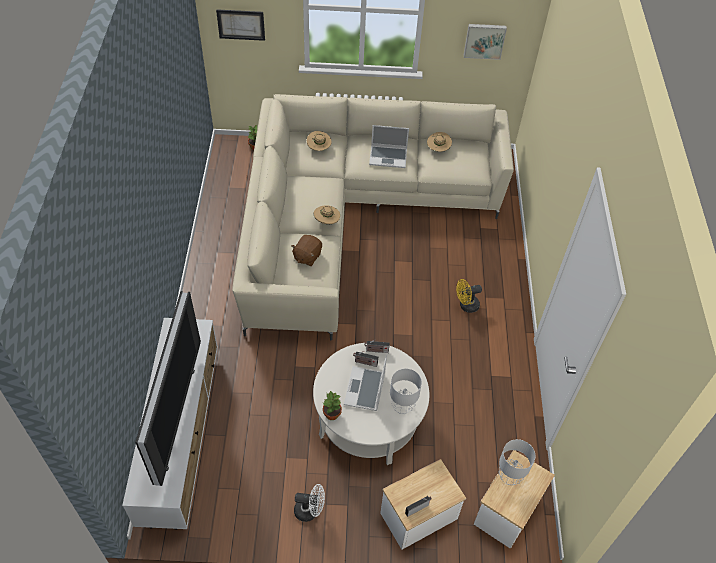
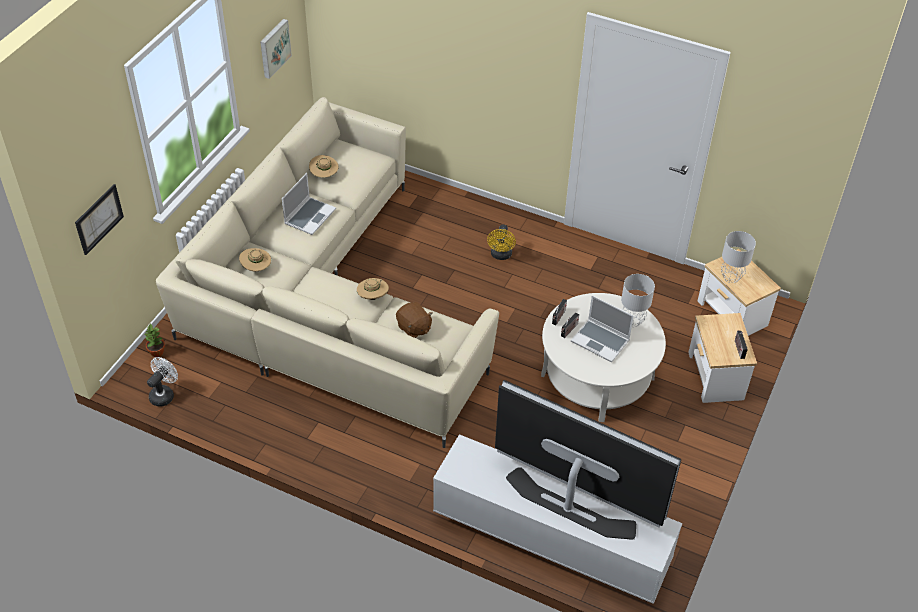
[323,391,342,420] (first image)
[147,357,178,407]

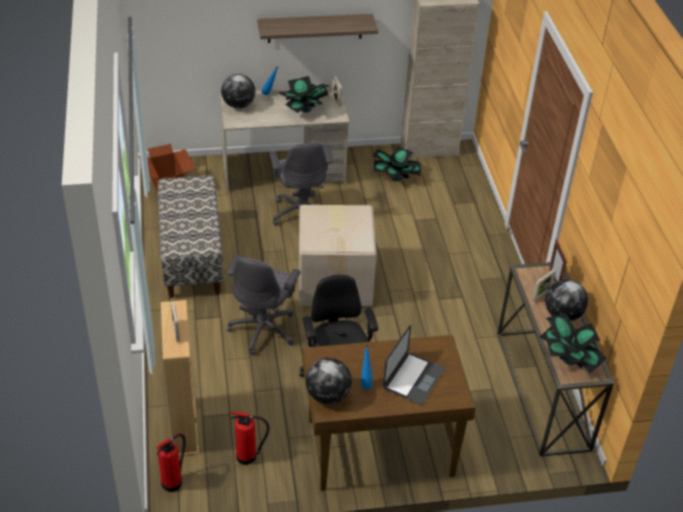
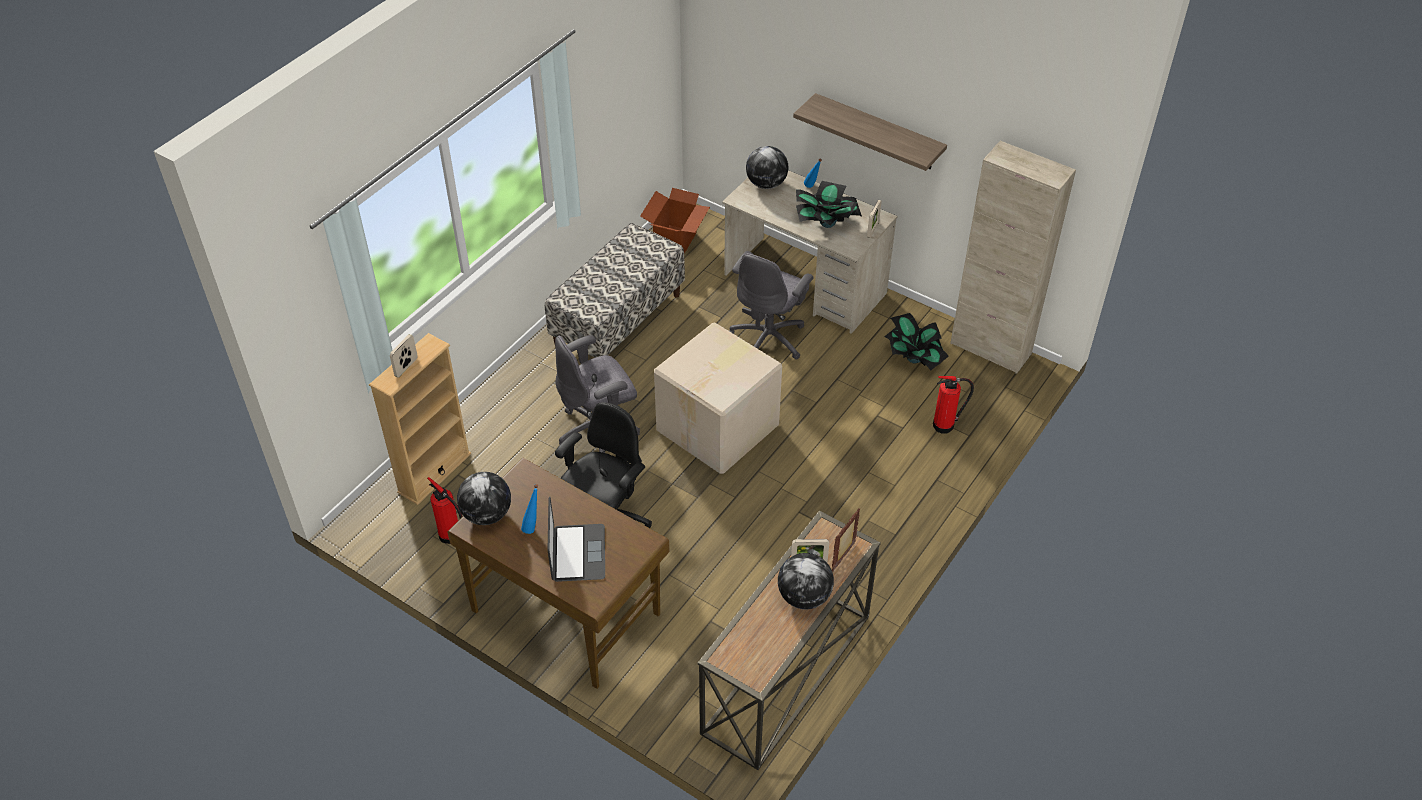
[540,313,607,373] (first image)
[933,376,974,434]
[548,497,605,582]

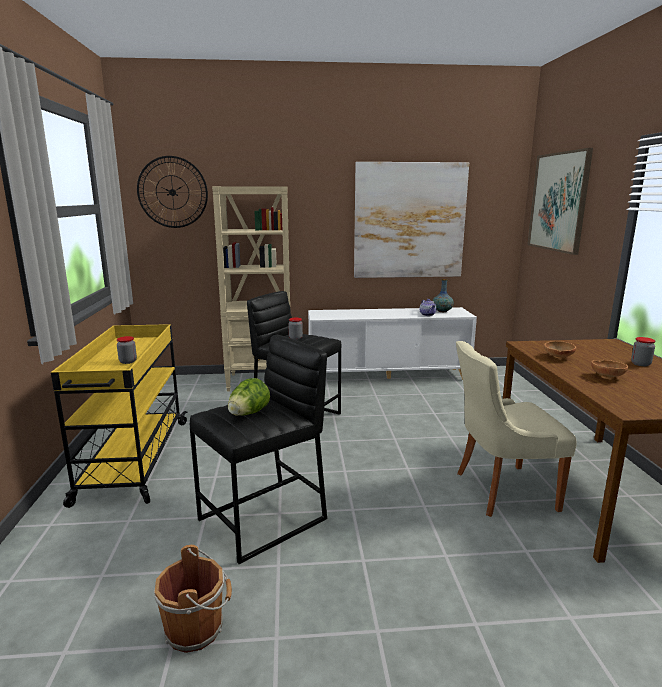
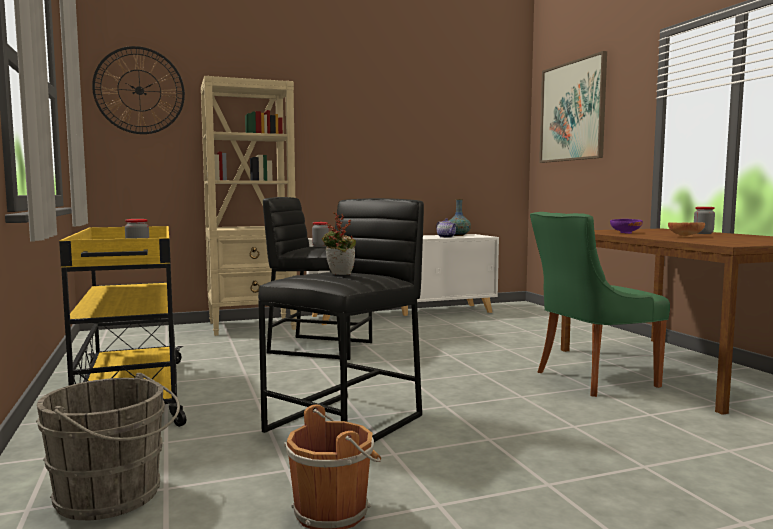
[354,162,469,278] (first image)
[36,373,180,520]
[322,212,356,275]
[530,212,670,397]
[610,219,643,234]

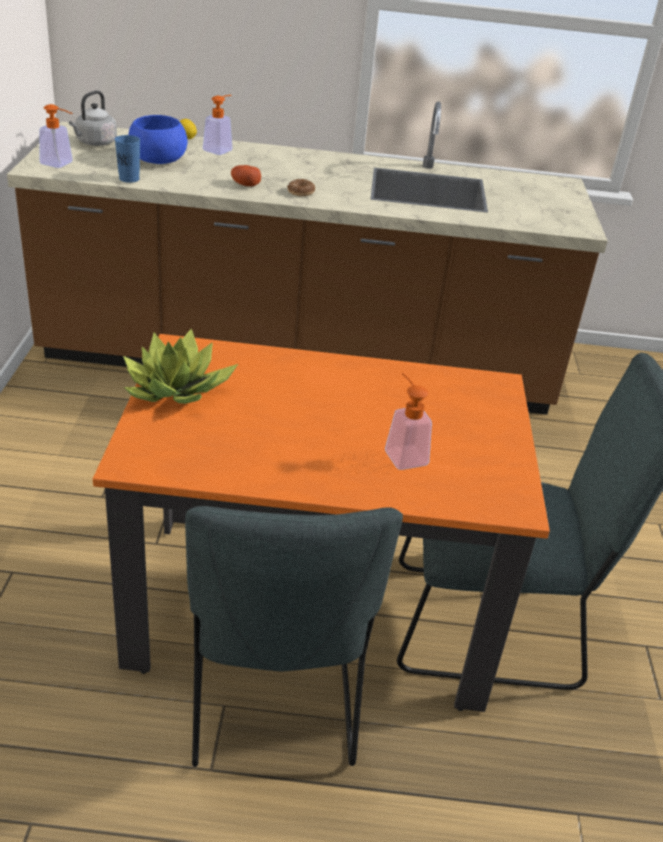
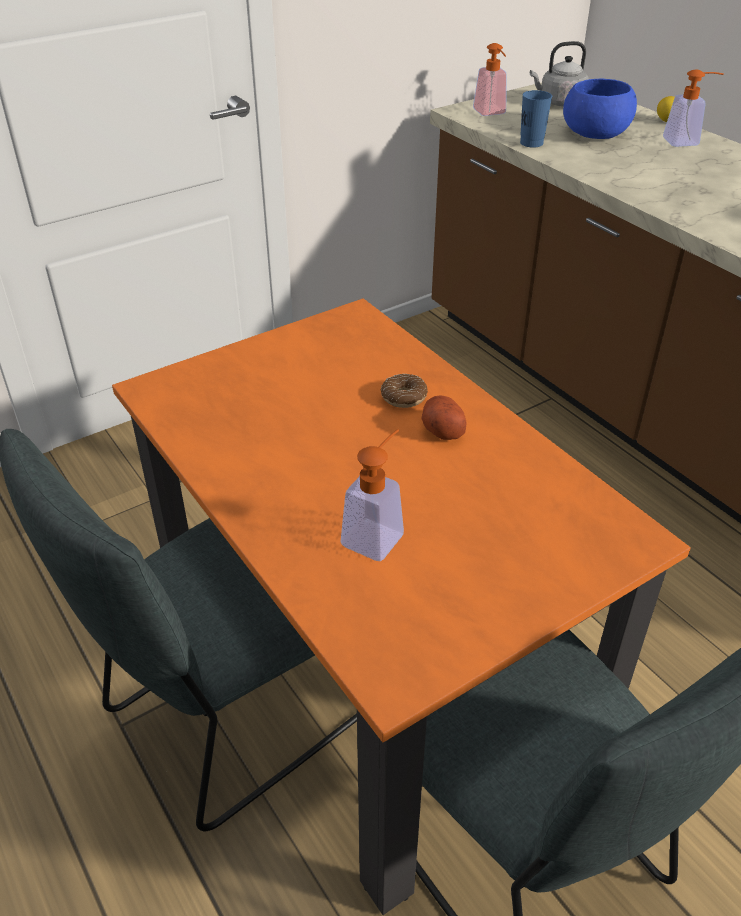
[123,328,238,404] (first image)
[422,396,467,440]
[381,374,428,408]

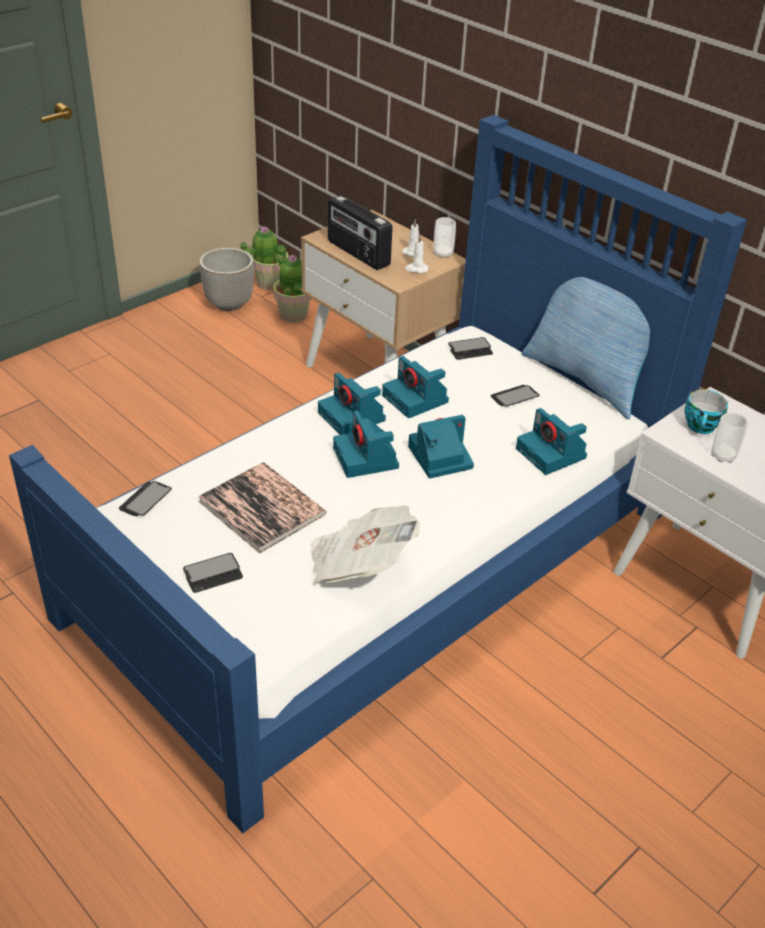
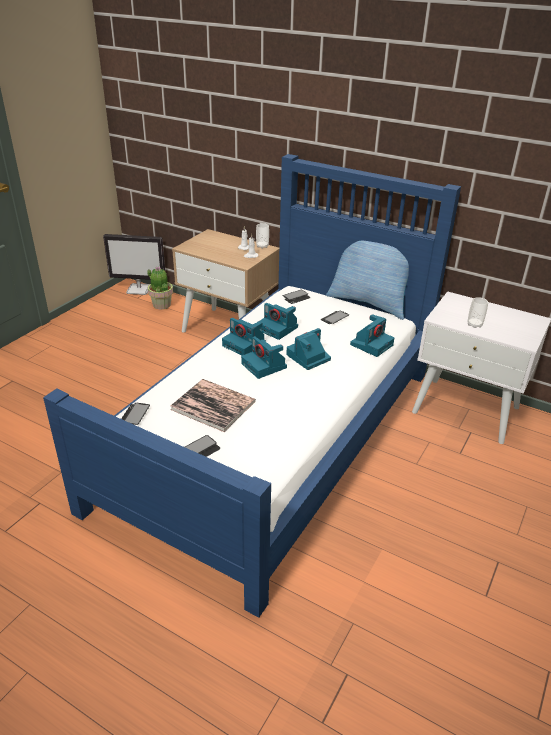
[199,248,254,311] (first image)
[310,505,420,583] (first image)
[328,196,392,270] (first image)
[684,389,728,434] (first image)
[103,234,165,295]
[350,314,394,357]

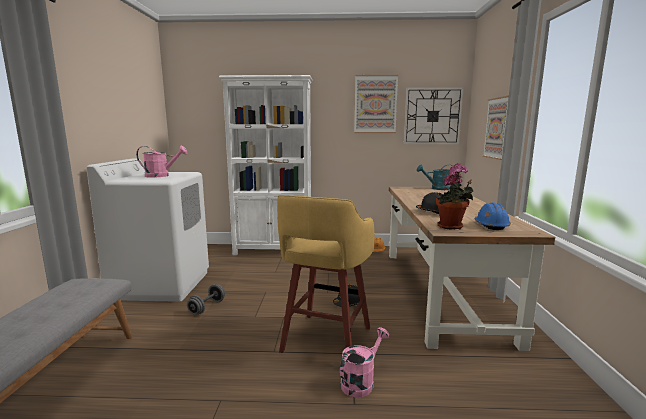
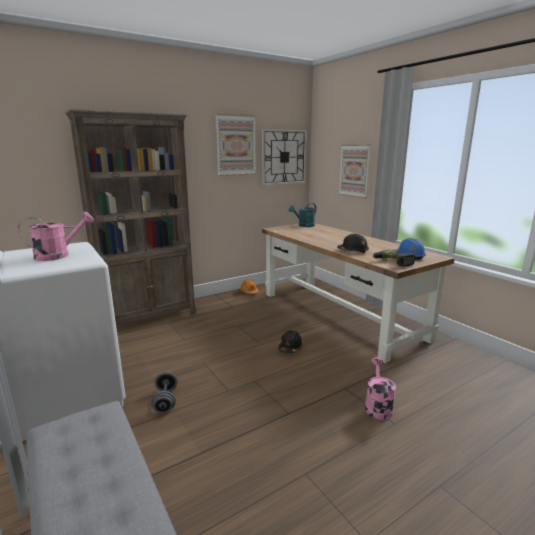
[277,195,375,353] (first image)
[373,250,415,267]
[65,109,196,325]

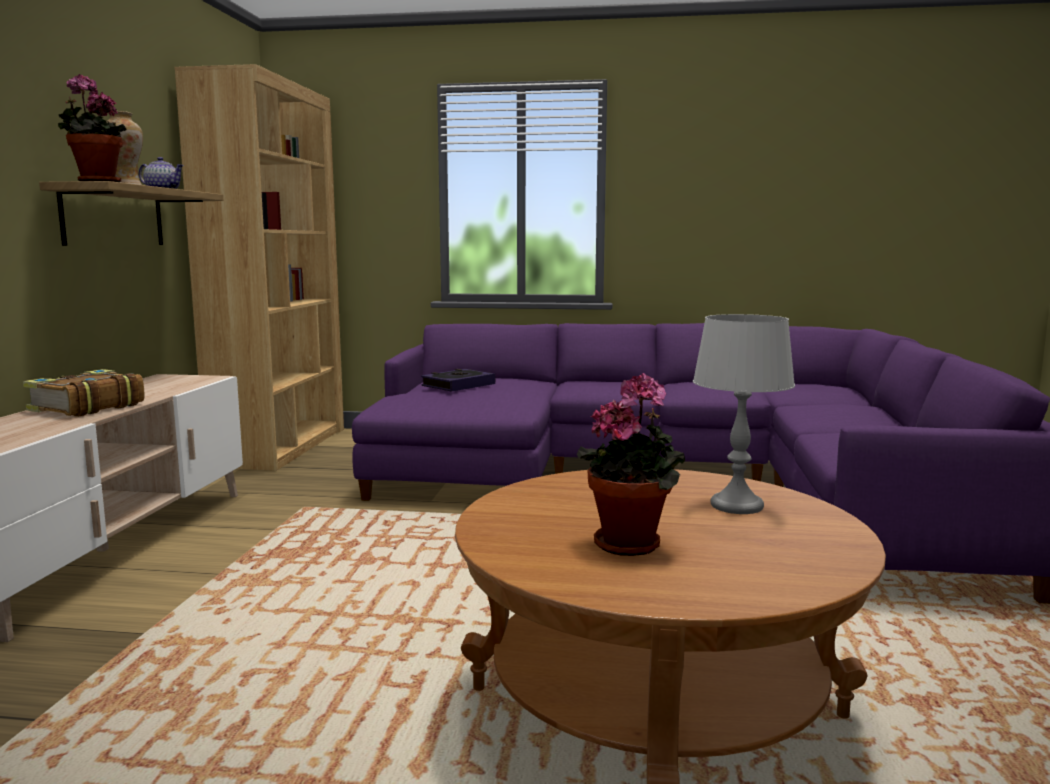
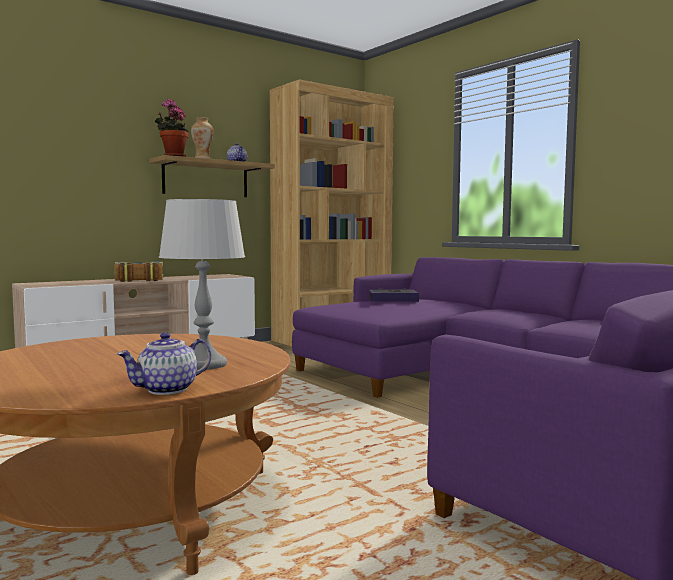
[577,373,685,556] (first image)
[117,332,211,395]

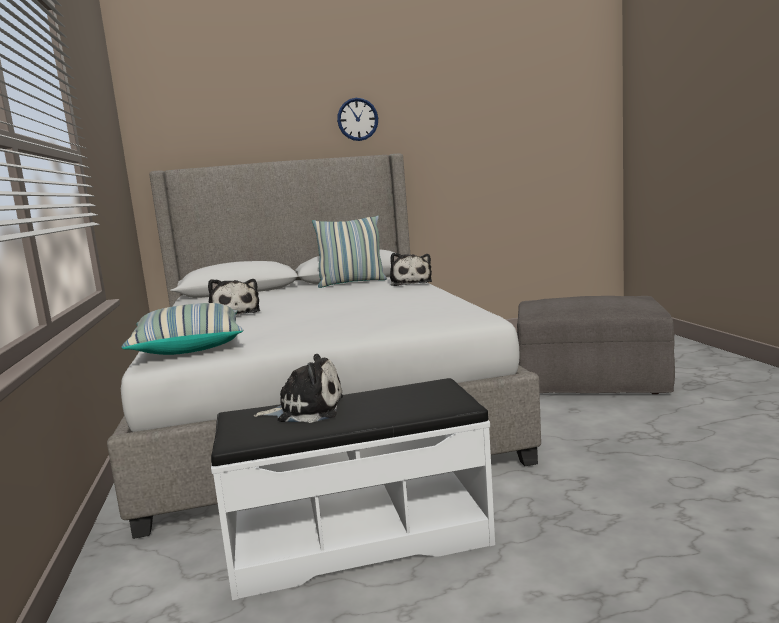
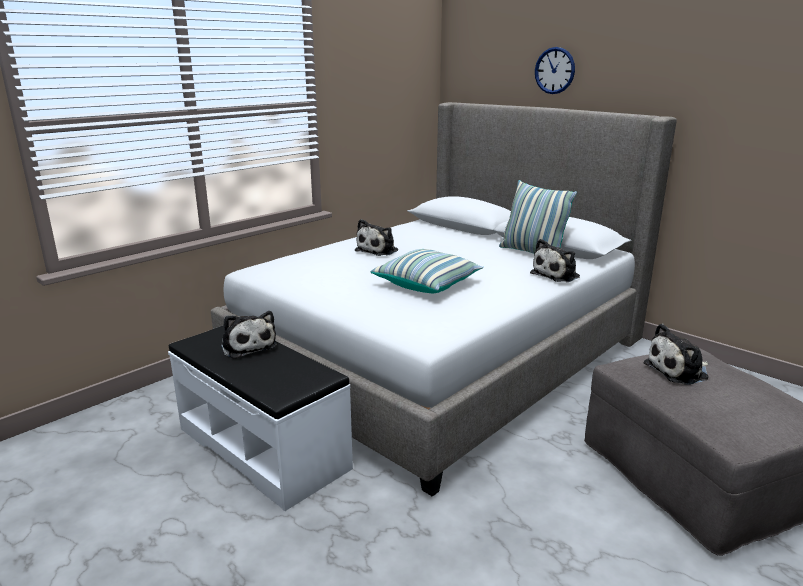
[643,324,709,385]
[371,249,484,293]
[535,47,575,94]

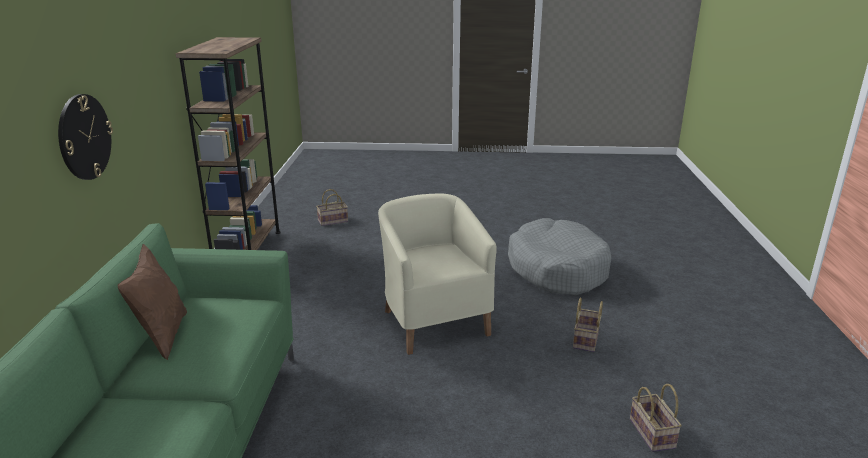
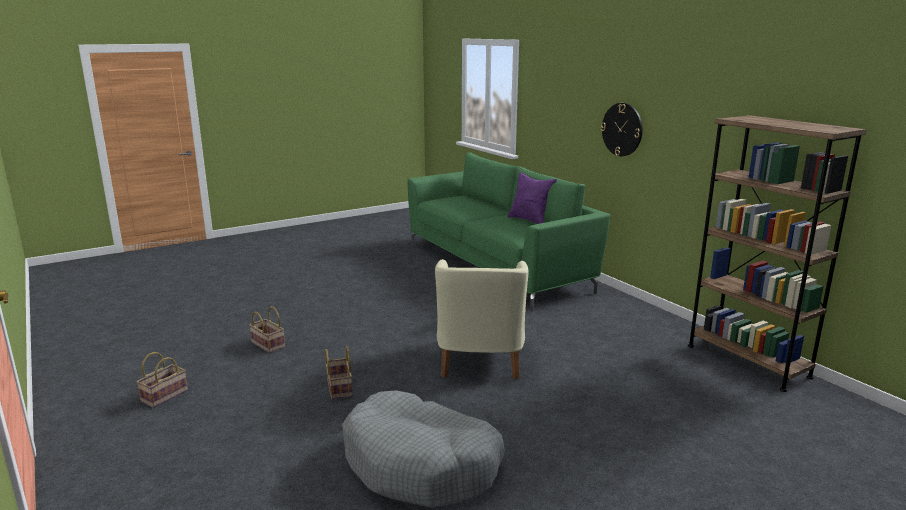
[136,352,188,408]
[507,172,557,224]
[435,259,529,380]

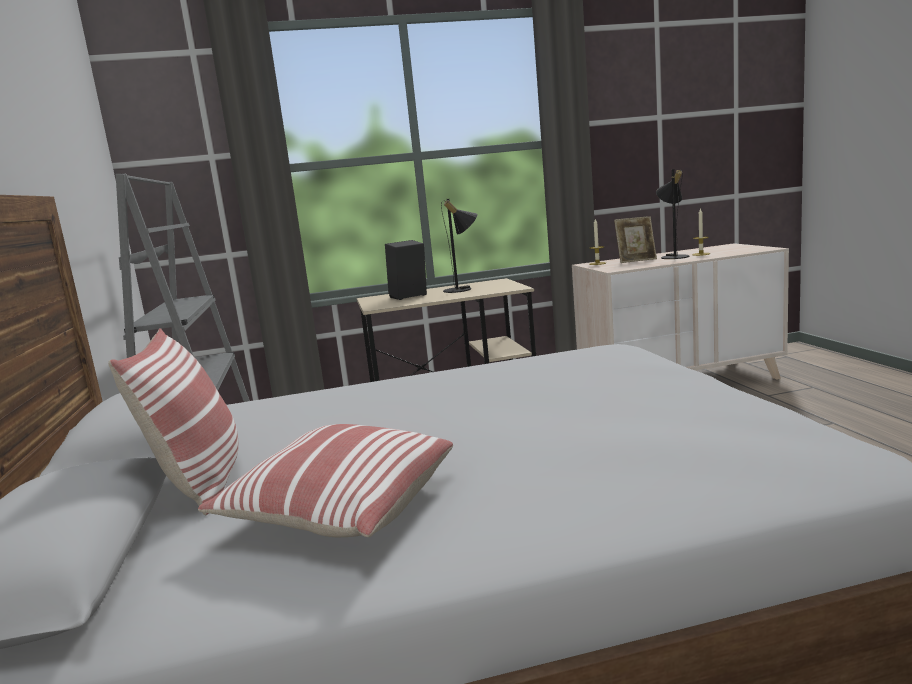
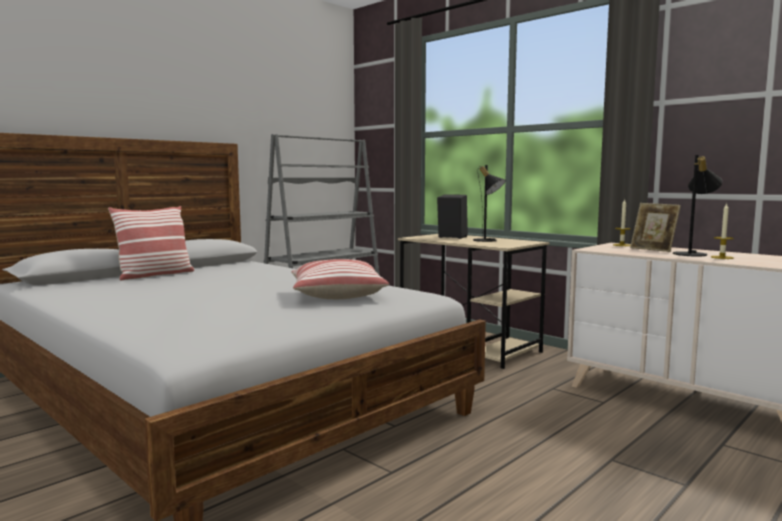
[291,259,389,299]

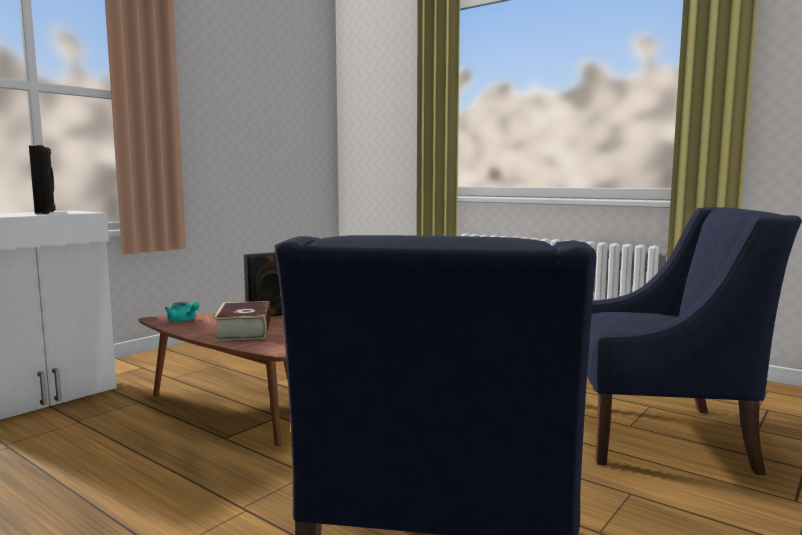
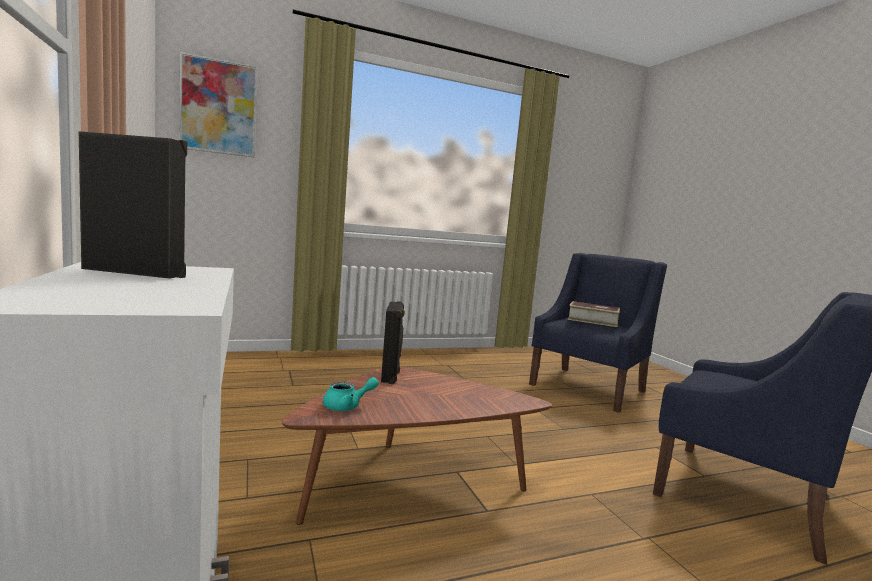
[179,52,258,158]
[568,301,620,327]

